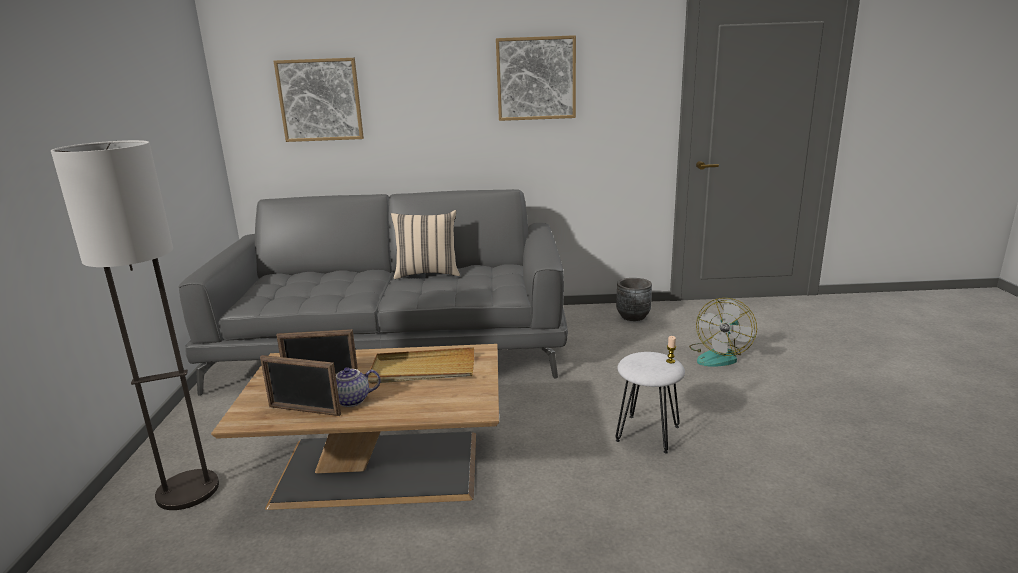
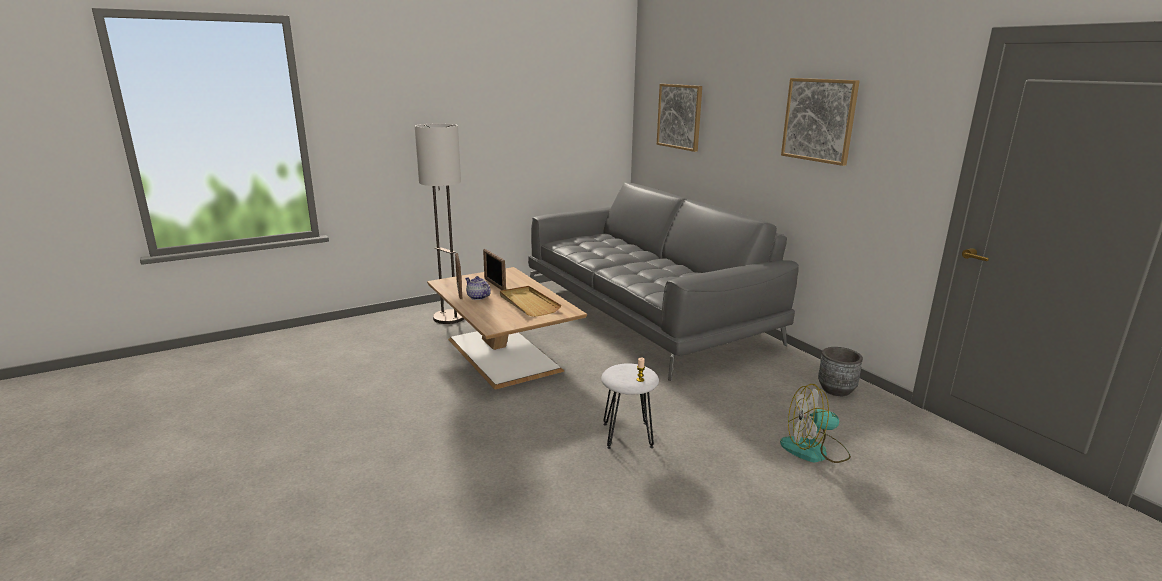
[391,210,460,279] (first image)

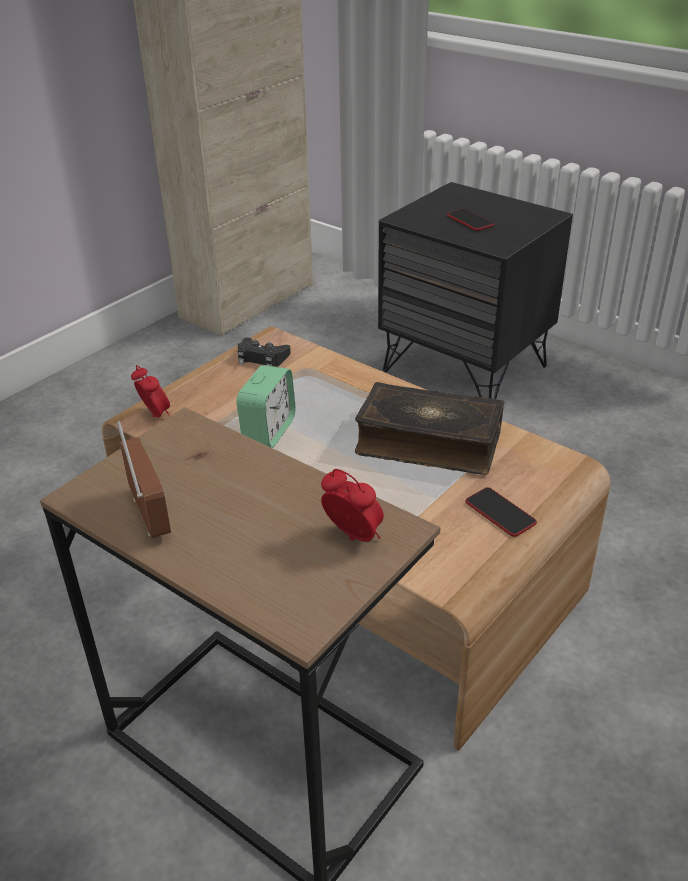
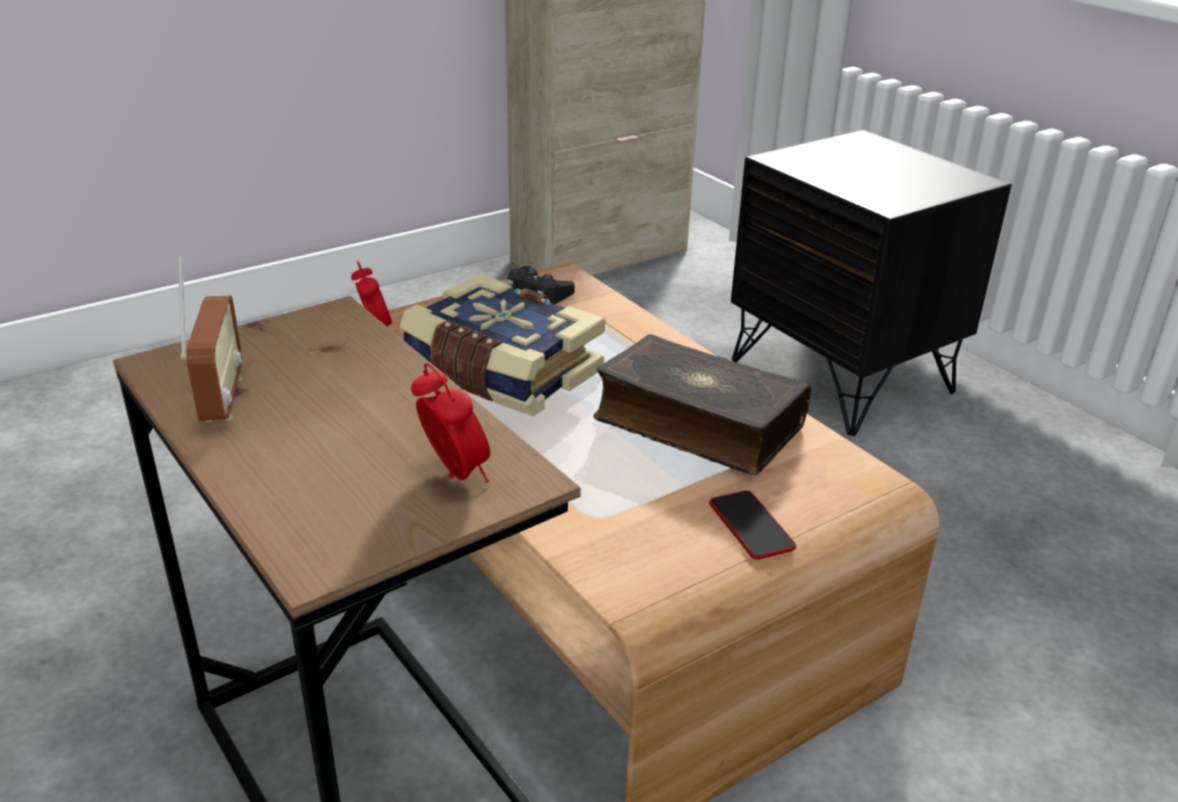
[447,209,494,231] (first image)
[400,274,605,416]

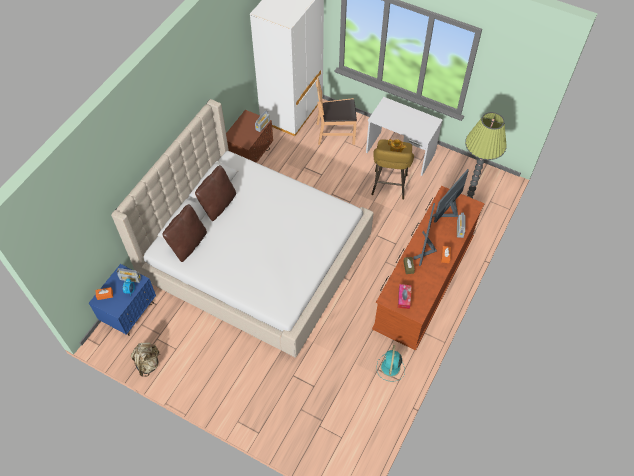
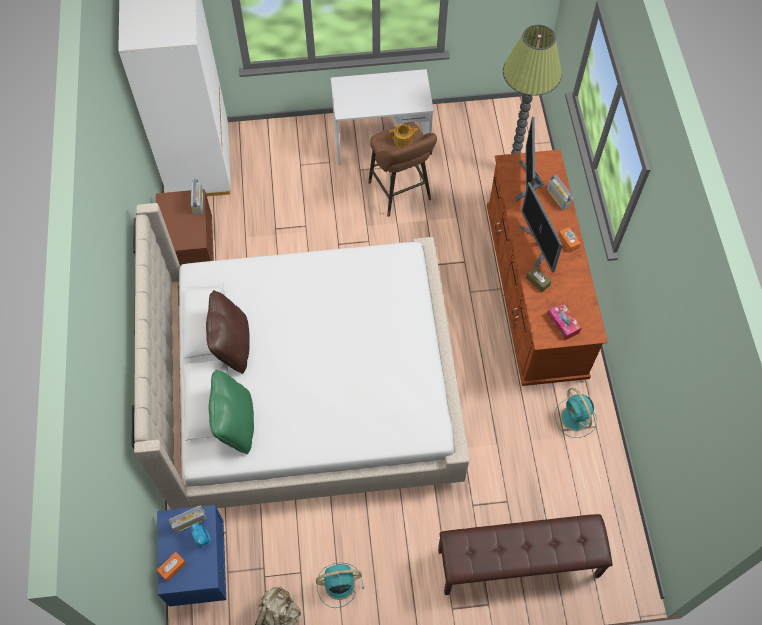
[316,77,357,145] (first image)
[316,562,364,608]
[438,514,613,595]
[209,370,254,454]
[368,122,437,217]

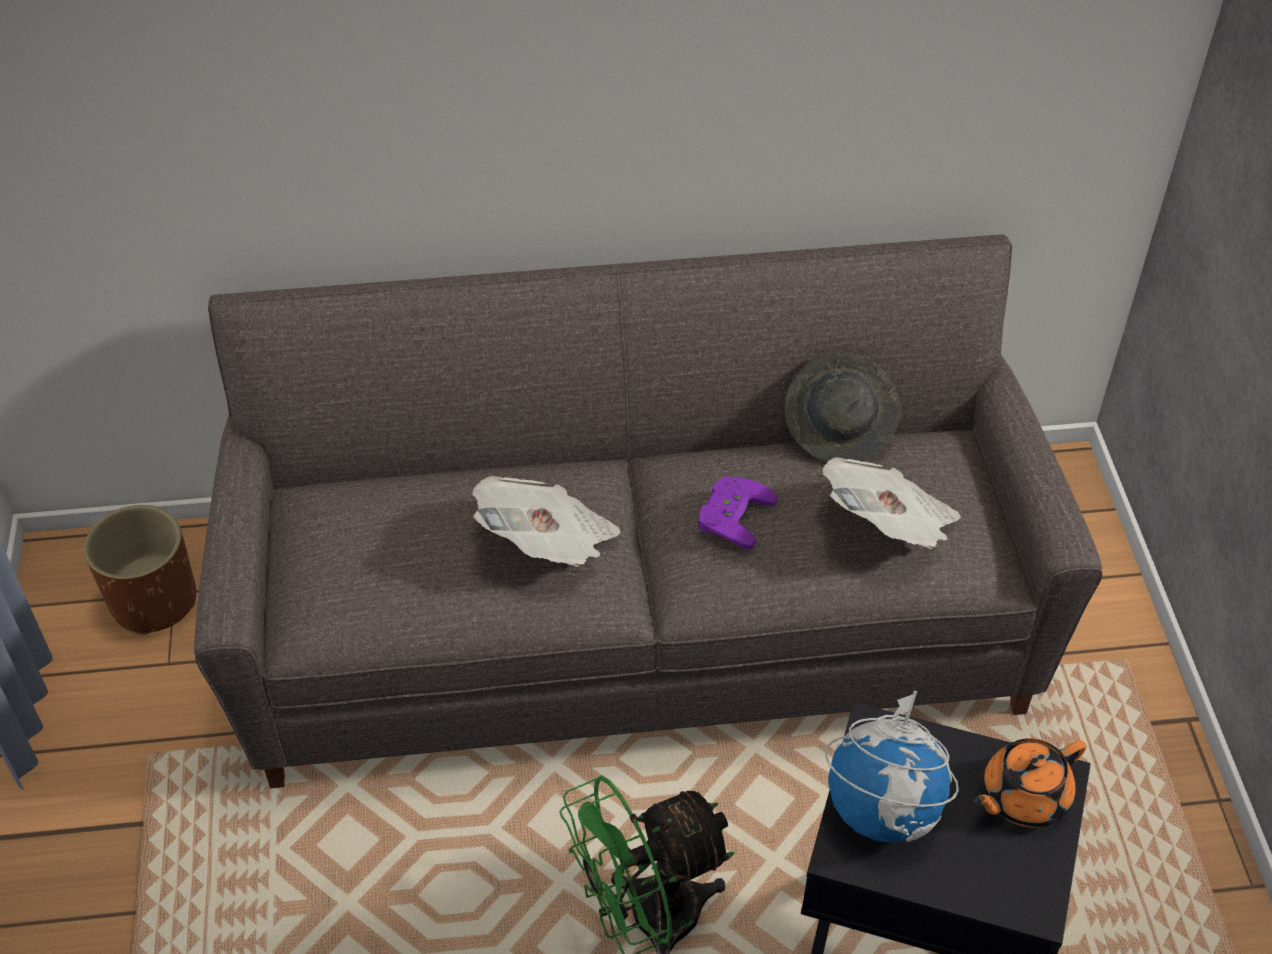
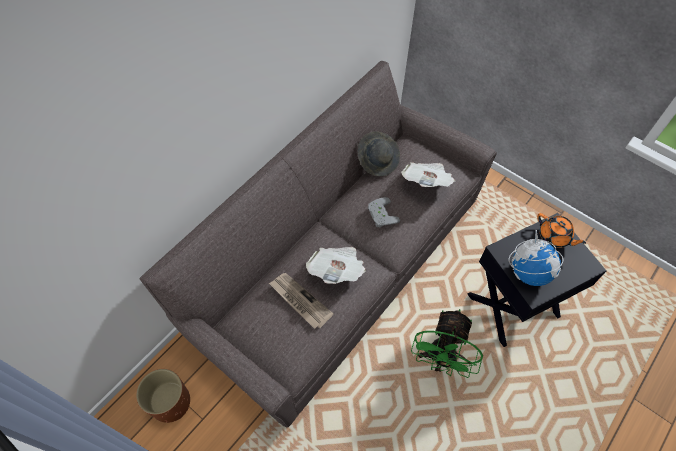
[269,273,333,329]
[368,197,400,227]
[537,213,586,248]

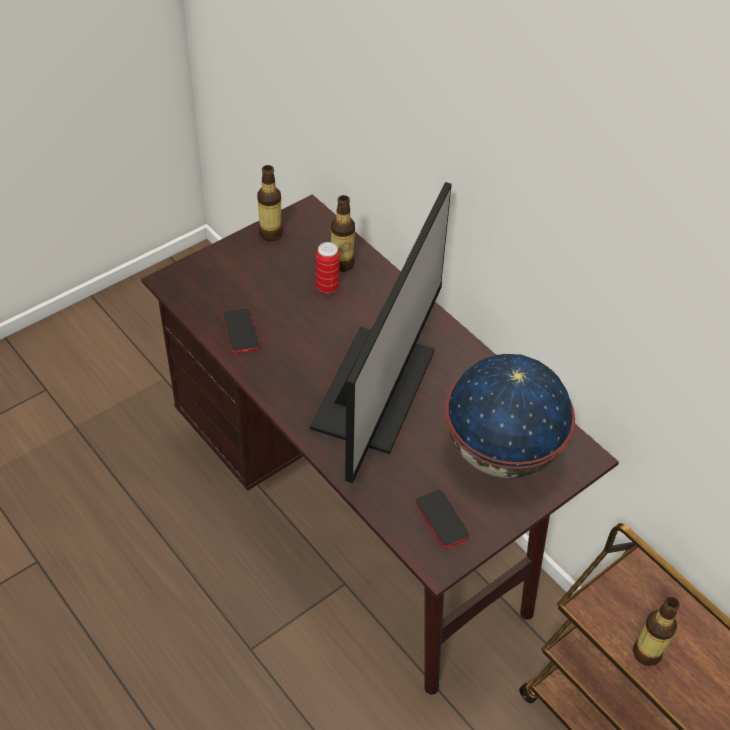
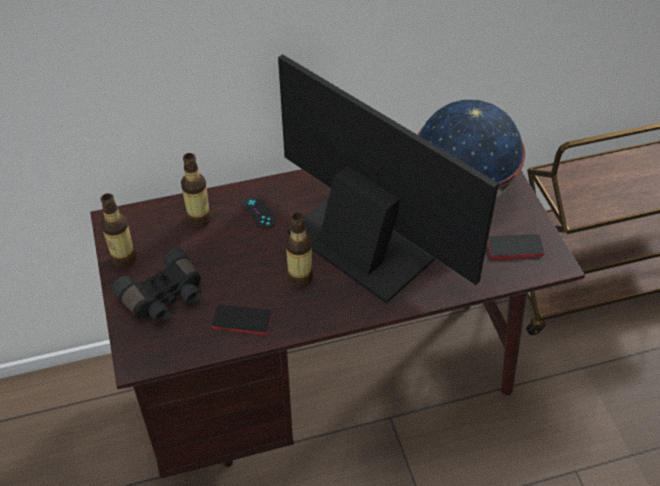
[316,242,340,293] (first image)
[111,248,202,323]
[242,196,276,229]
[286,213,313,288]

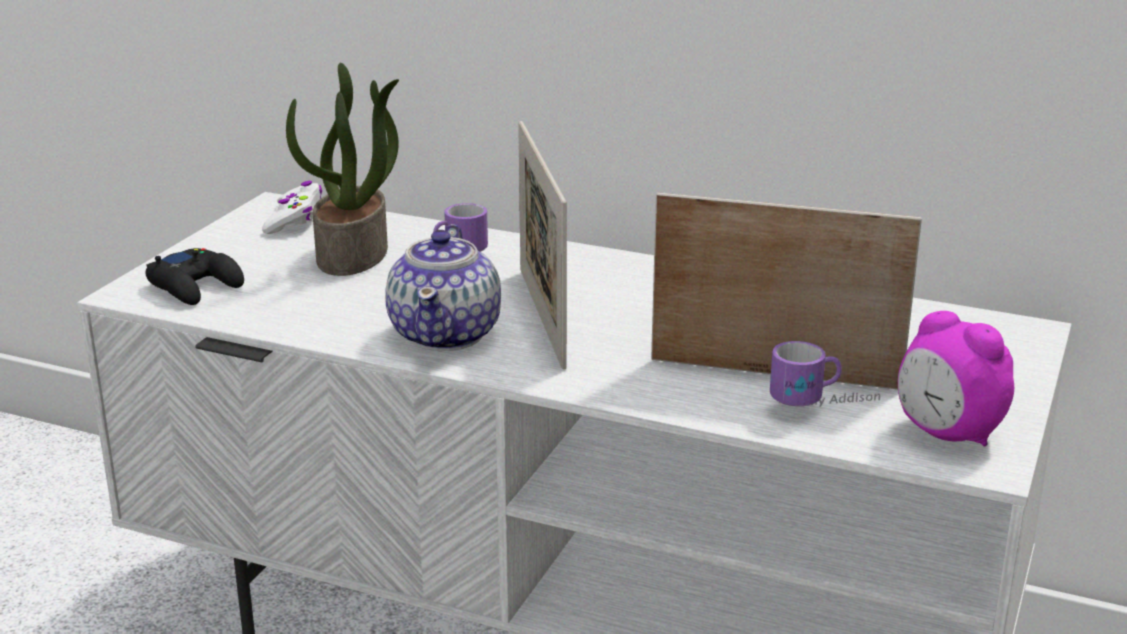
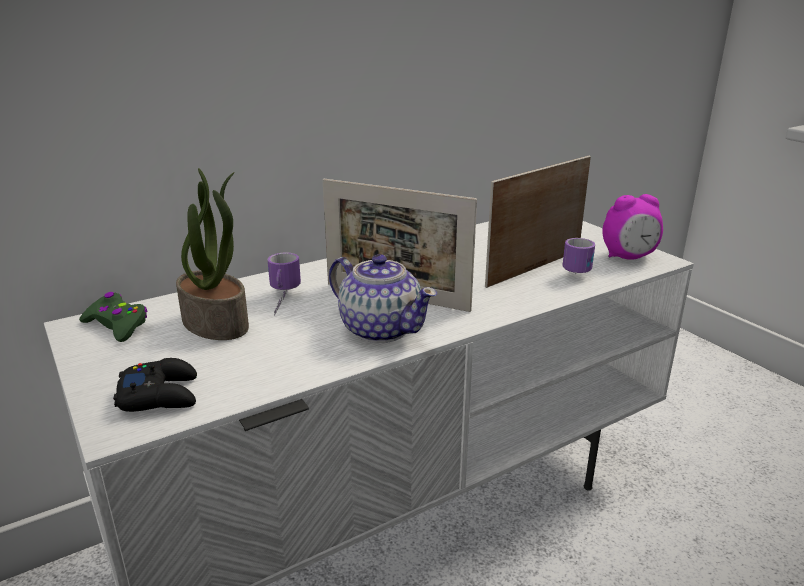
[79,292,147,342]

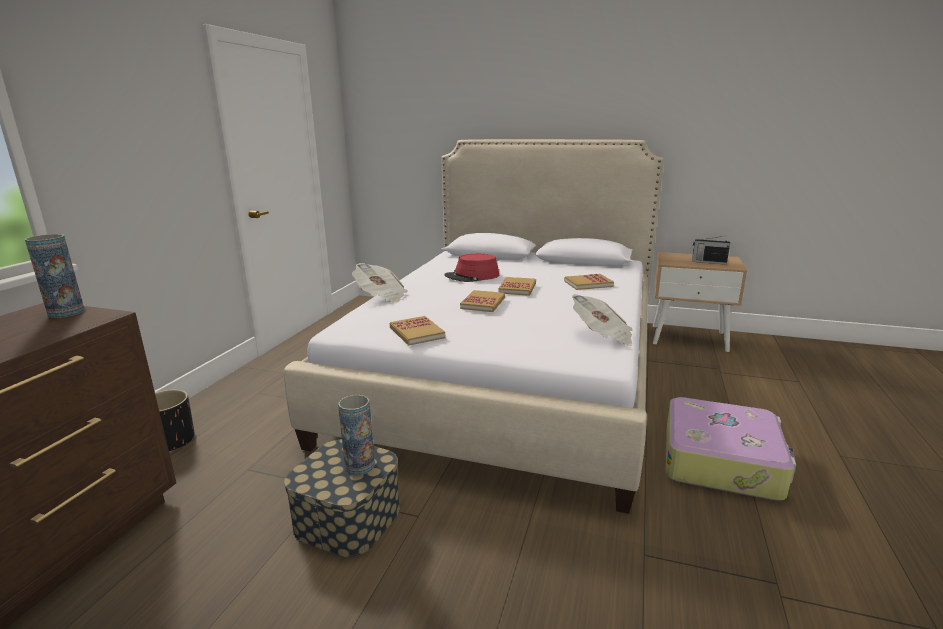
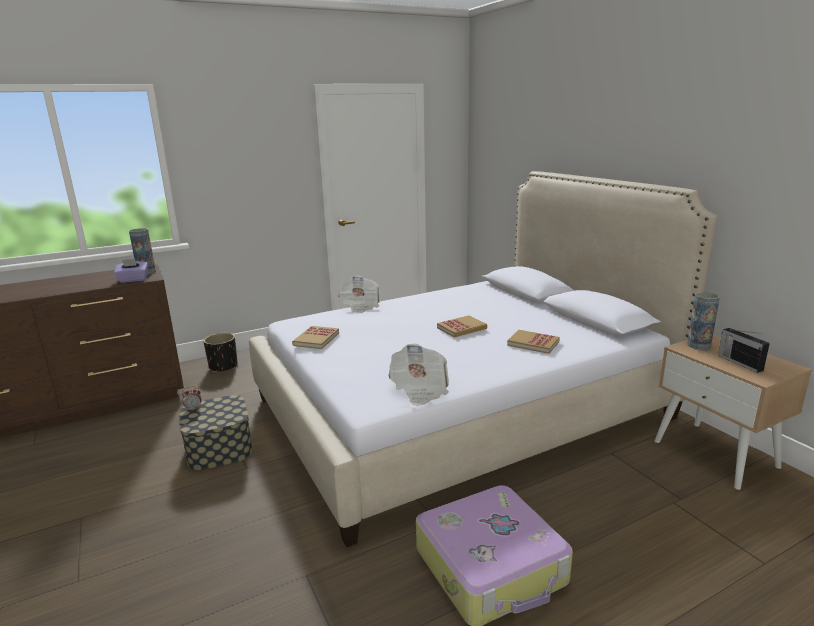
[444,254,499,282] (first image)
[460,290,505,312] (first image)
[114,259,148,283]
[182,386,202,411]
[687,292,720,350]

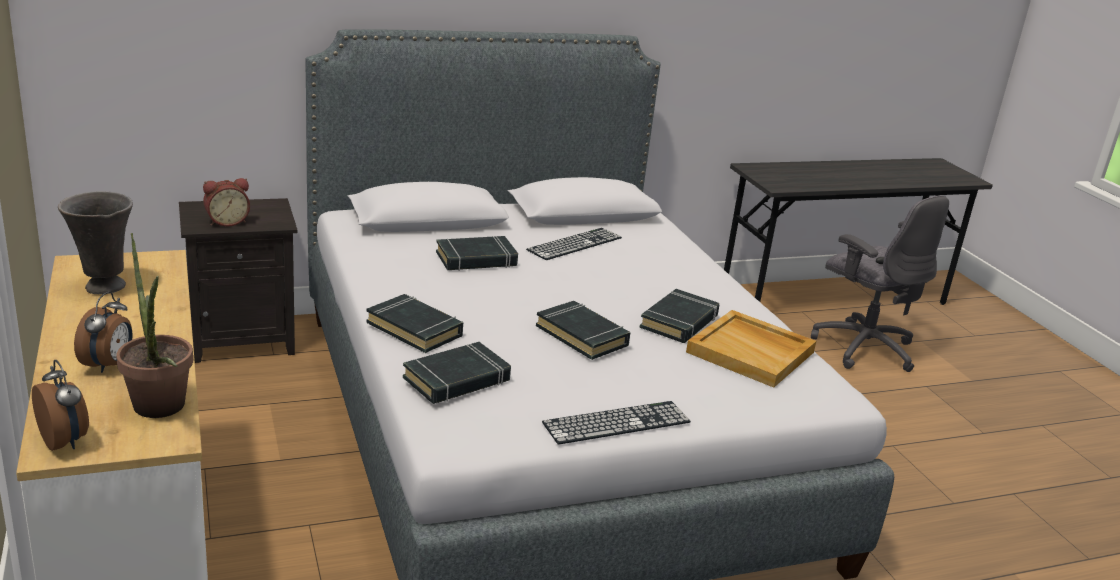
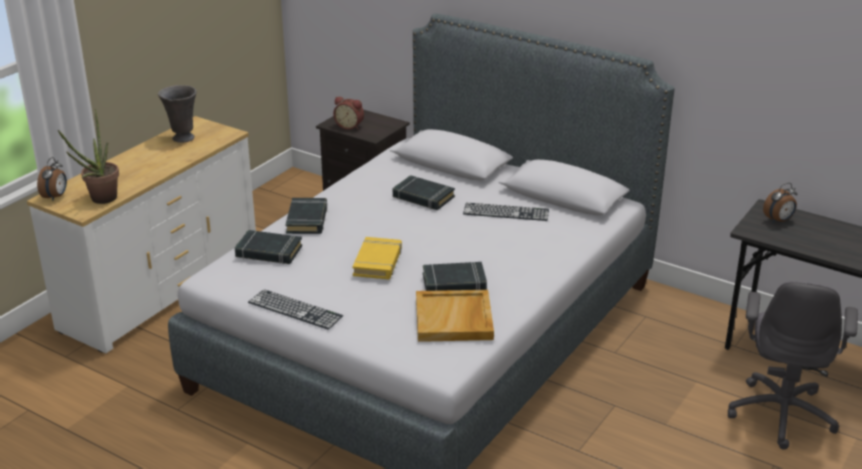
[763,183,797,223]
[352,237,402,279]

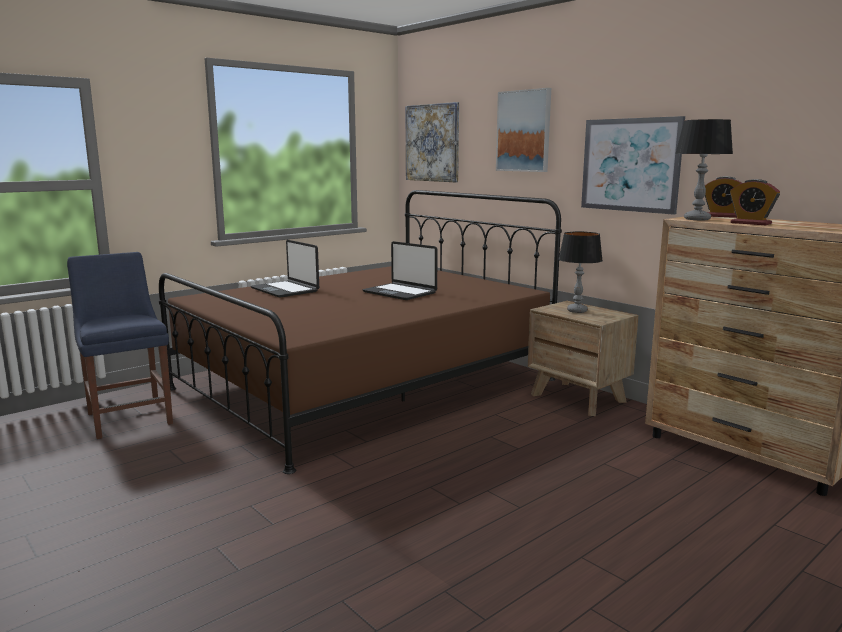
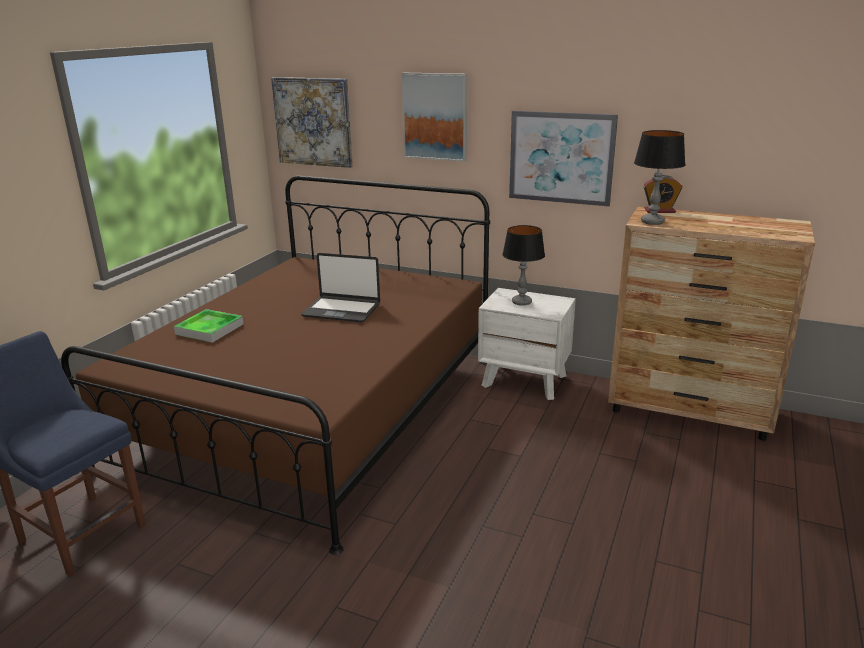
[730,179,780,225] (first image)
[174,309,243,343]
[478,288,576,400]

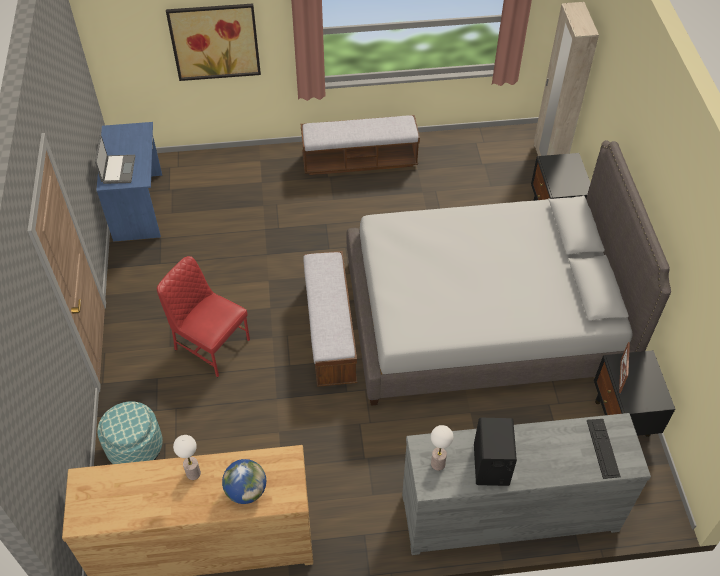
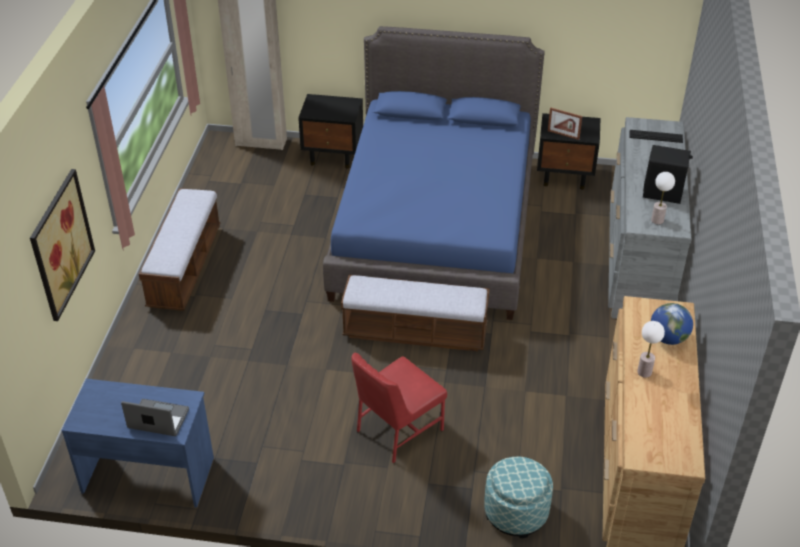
[323,26,545,320]

